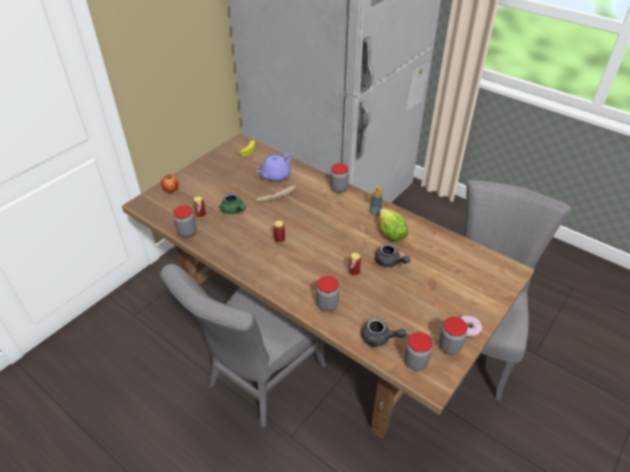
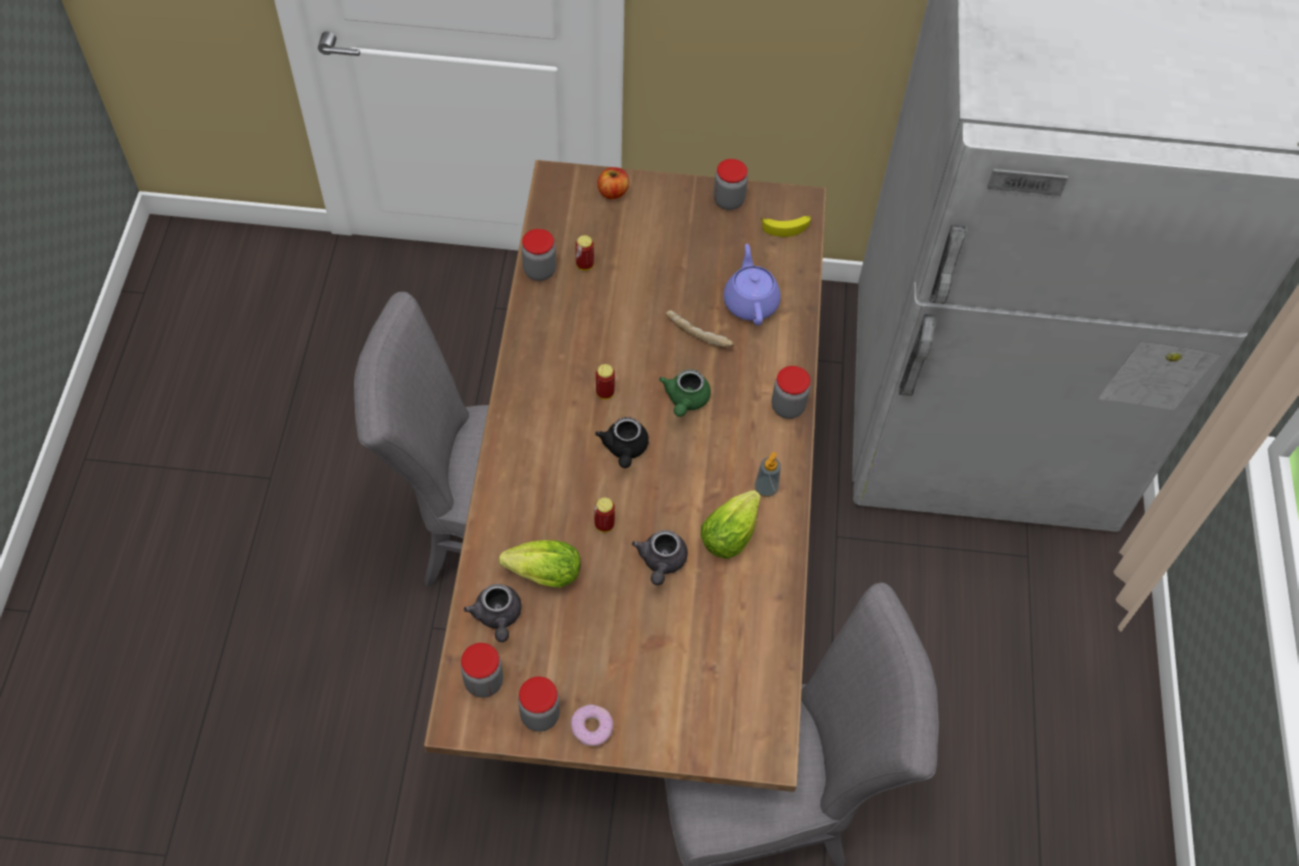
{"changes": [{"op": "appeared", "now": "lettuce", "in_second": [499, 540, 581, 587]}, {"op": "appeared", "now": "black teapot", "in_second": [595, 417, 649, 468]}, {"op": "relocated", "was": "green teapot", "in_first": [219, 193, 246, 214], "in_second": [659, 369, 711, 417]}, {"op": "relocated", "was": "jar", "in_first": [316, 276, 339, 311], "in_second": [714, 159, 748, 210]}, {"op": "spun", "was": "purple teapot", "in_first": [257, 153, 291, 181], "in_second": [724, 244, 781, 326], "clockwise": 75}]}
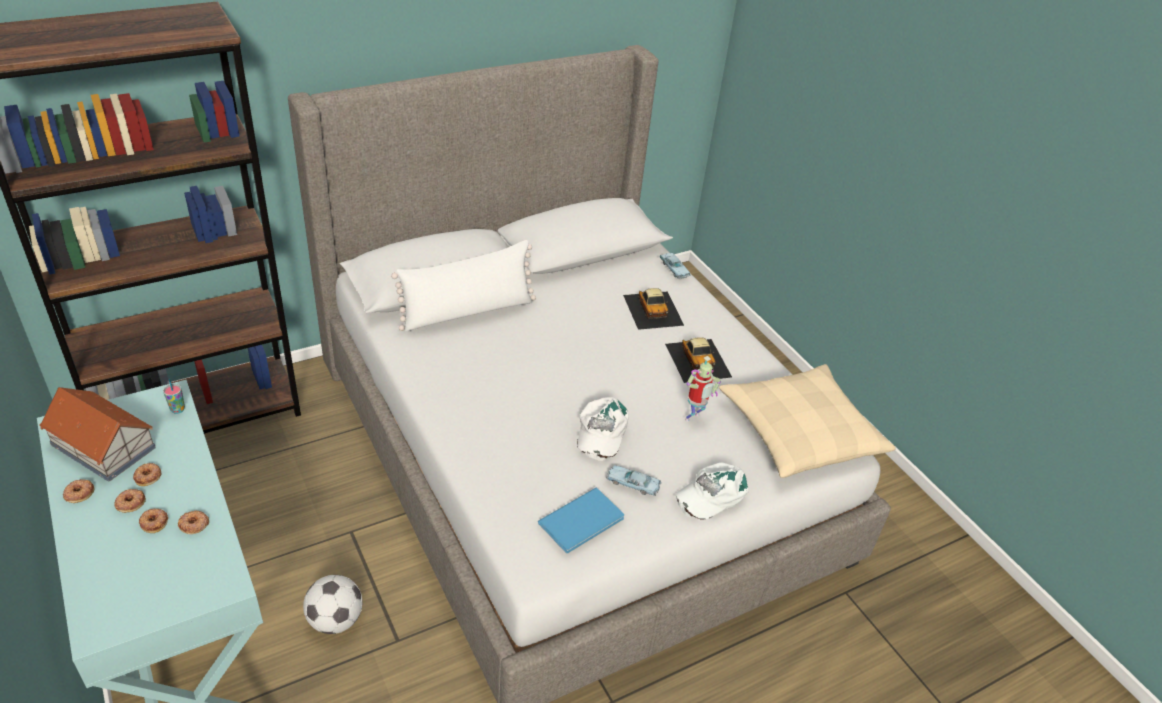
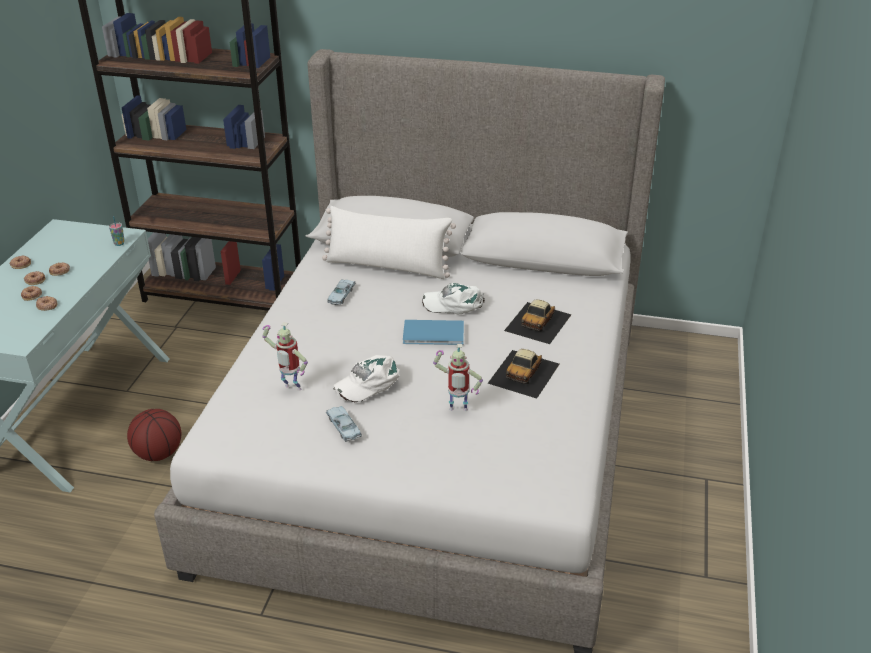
{"changes": [{"op": "exchanged", "was": "football", "now": "basketball", "in_first": [303, 575, 362, 634], "in_second": [127, 409, 181, 461]}, {"op": "appeared", "now": "toy robot", "in_second": [263, 322, 308, 391]}, {"op": "relocated", "was": "blue toy car", "in_first": [660, 253, 690, 278], "in_second": [327, 279, 355, 305]}, {"op": "relocated", "was": "blue book", "in_first": [538, 488, 624, 553], "in_second": [403, 320, 464, 345]}, {"op": "relocated", "was": "white cap", "in_first": [676, 462, 749, 520], "in_second": [422, 283, 485, 314]}, {"op": "missing", "was": "toy house", "in_first": [39, 387, 156, 482]}, {"op": "missing", "was": "beige pillow", "in_first": [719, 364, 896, 478]}]}
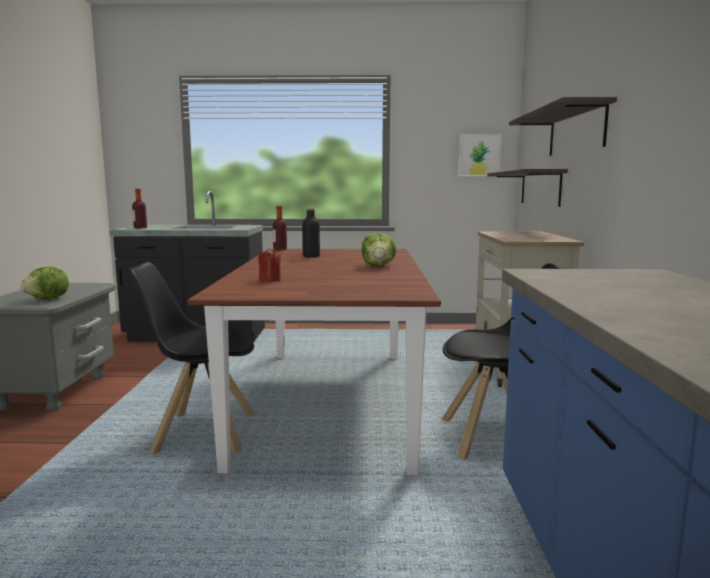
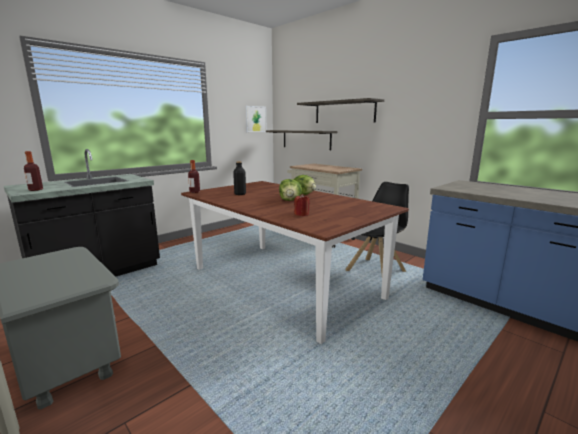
{"changes": [{"op": "relocated", "was": "lettuce", "in_first": [20, 267, 69, 299], "in_second": [279, 179, 302, 201]}, {"op": "missing", "was": "black chair", "in_first": [128, 262, 255, 454]}]}
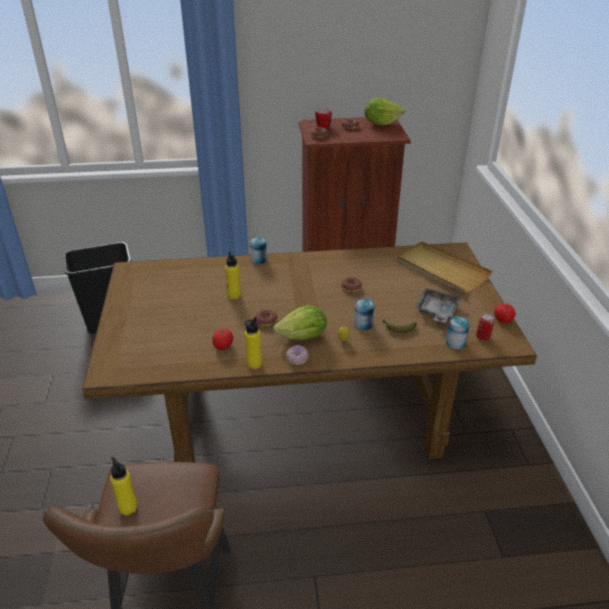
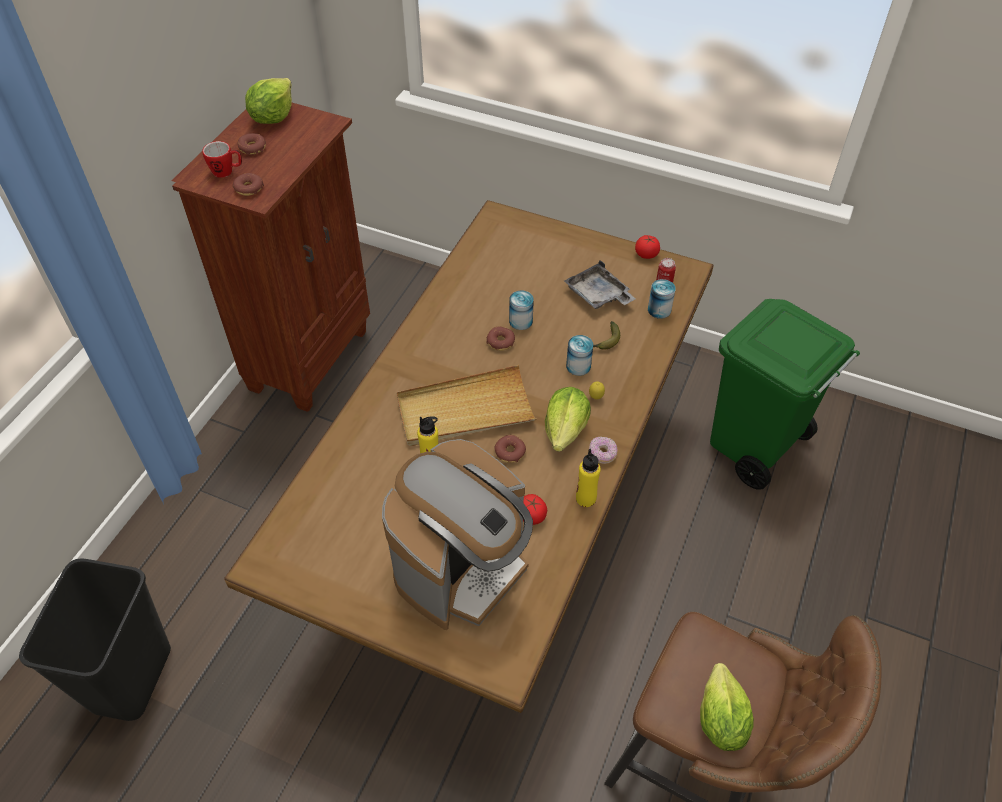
{"changes": [{"op": "appeared", "now": "coffee machine", "in_second": [382, 439, 533, 630]}, {"op": "relocated", "was": "beige tray", "in_first": [396, 242, 492, 293], "in_second": [397, 365, 537, 446]}, {"op": "relocated", "was": "can", "in_first": [250, 237, 267, 264], "in_second": [509, 291, 534, 330]}, {"op": "exchanged", "was": "yellow bottle", "now": "lettuce", "in_first": [110, 457, 138, 515], "in_second": [700, 663, 754, 751]}, {"op": "appeared", "now": "green trash can", "in_second": [710, 299, 860, 490]}]}
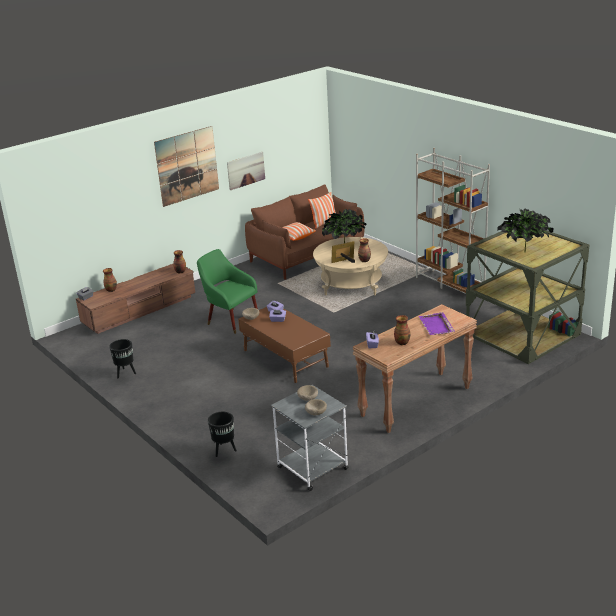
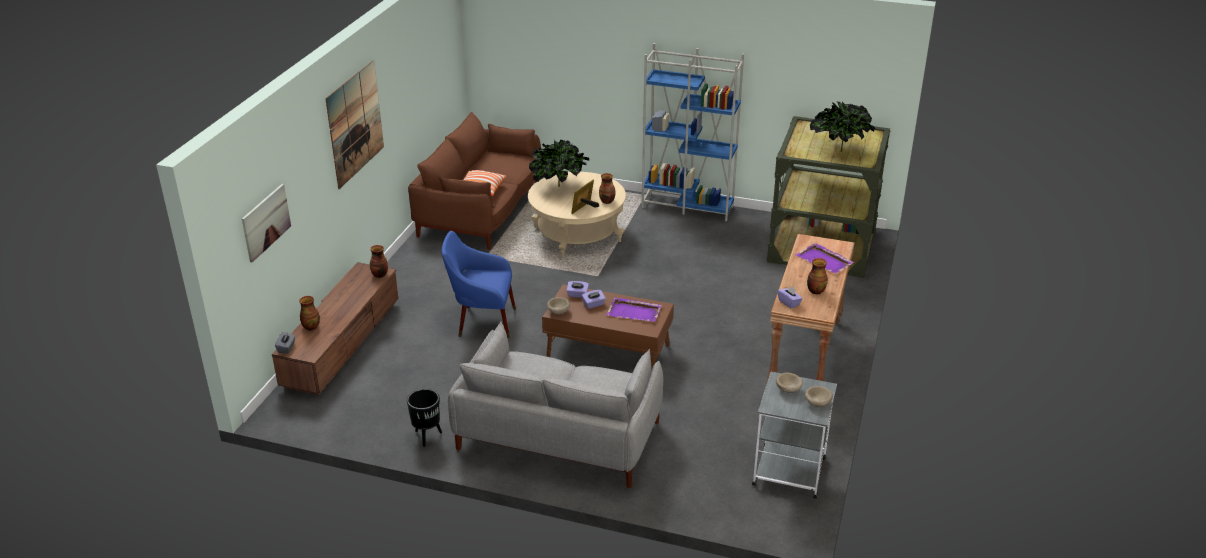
{"changes": [{"op": "relocated", "was": "picture", "in_first": [227, 152, 265, 190], "in_second": [242, 184, 291, 262]}, {"op": "colour", "was": "green armchair", "now": "blue armchair", "in_first": [197, 249, 258, 334], "in_second": [441, 231, 516, 338]}, {"op": "appeared", "now": "grey sofa", "in_second": [448, 322, 663, 488]}, {"op": "appeared", "now": "purple tray", "in_second": [606, 298, 662, 322]}, {"op": "colour", "was": "brown bookcase", "now": "blue bookcase", "in_first": [416, 148, 490, 294], "in_second": [641, 43, 744, 221]}, {"op": "missing", "was": "black planter", "in_first": [208, 412, 237, 457]}, {"op": "missing", "was": "pillow", "in_first": [308, 192, 336, 229]}]}
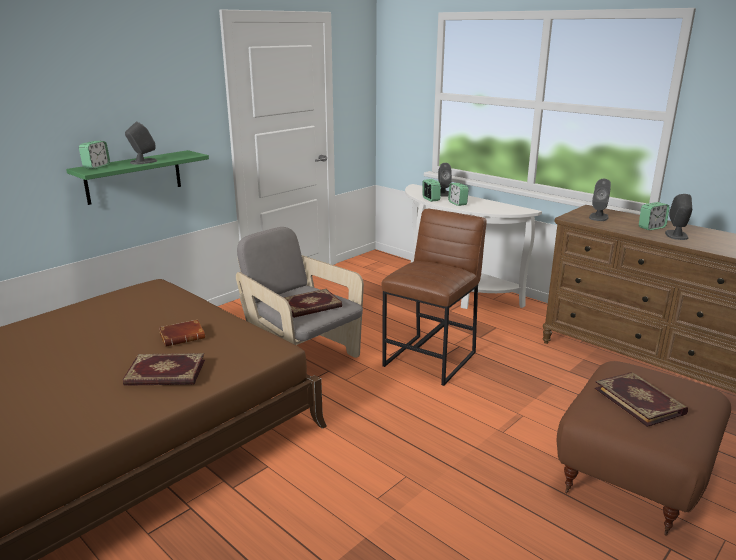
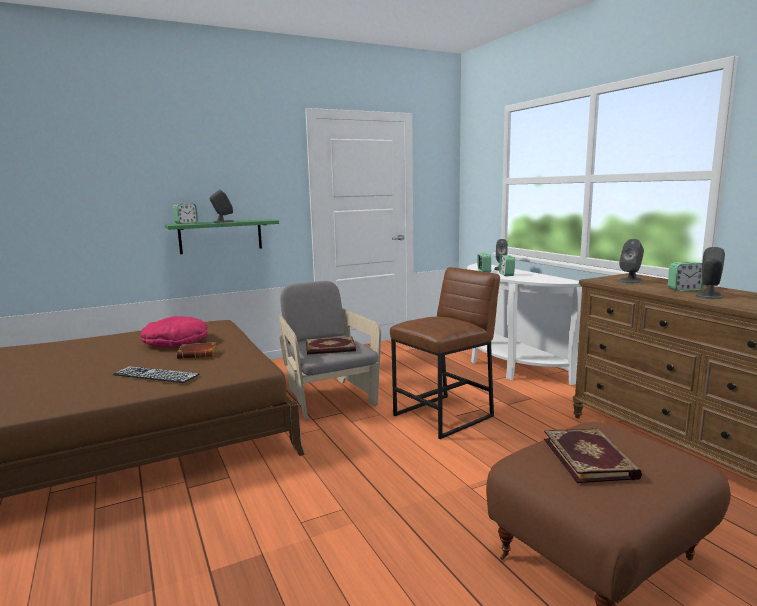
{"changes": [{"op": "exchanged", "was": "book", "now": "keyboard", "in_first": [123, 353, 205, 386], "in_second": [113, 366, 200, 383]}, {"op": "appeared", "now": "pink pillow", "in_second": [141, 316, 208, 348]}]}
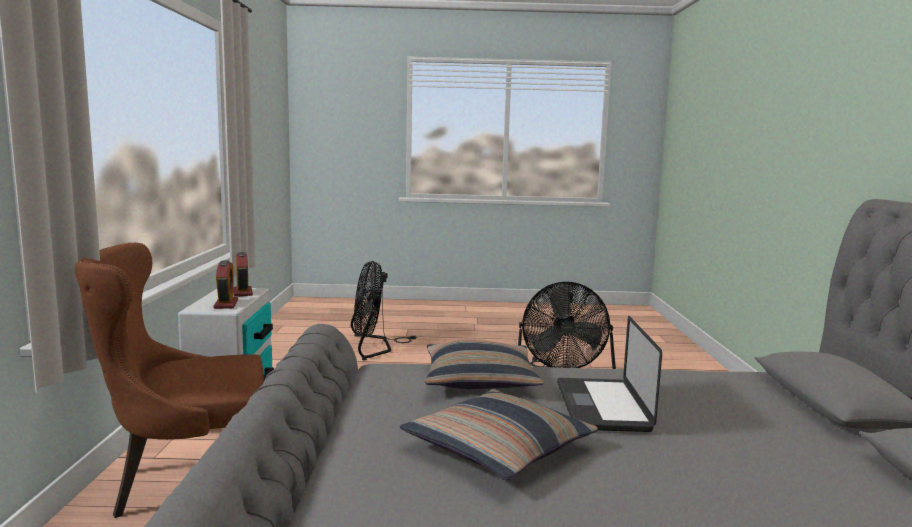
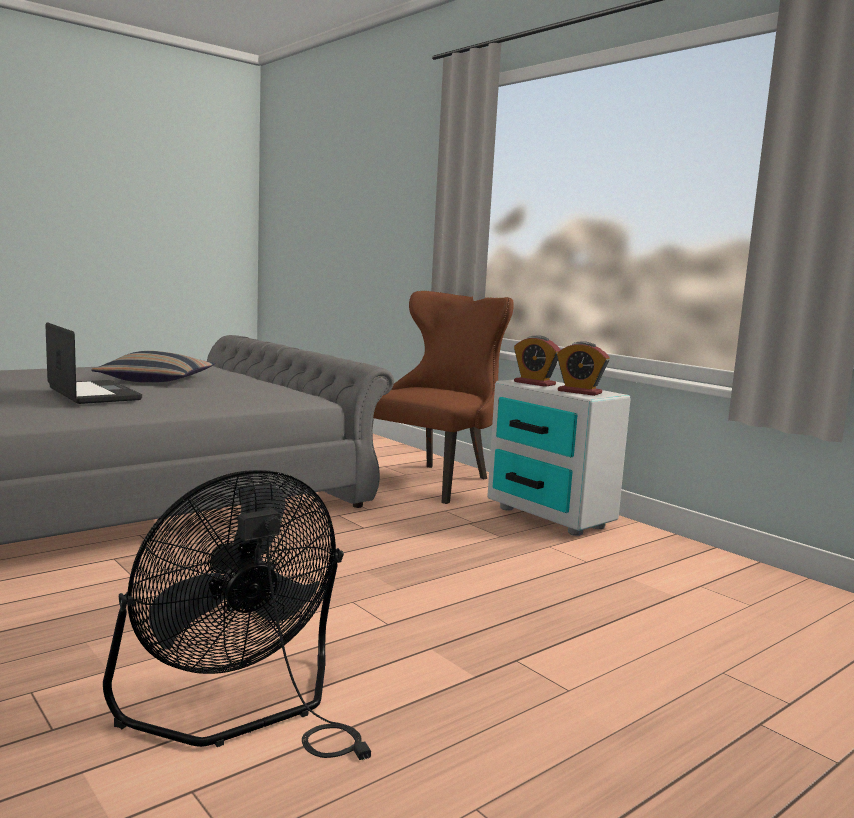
{"changes": [{"op": "missing", "was": "black fan", "in_first": [351, 261, 417, 361]}, {"op": "missing", "was": "pillow", "in_first": [425, 340, 544, 389]}]}
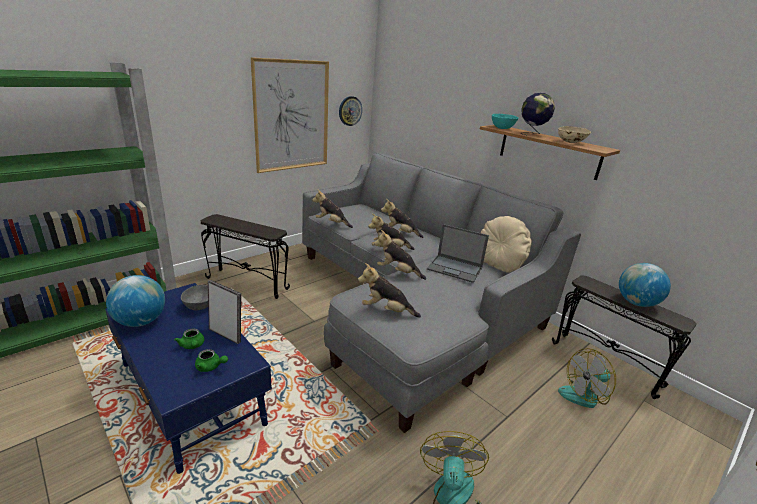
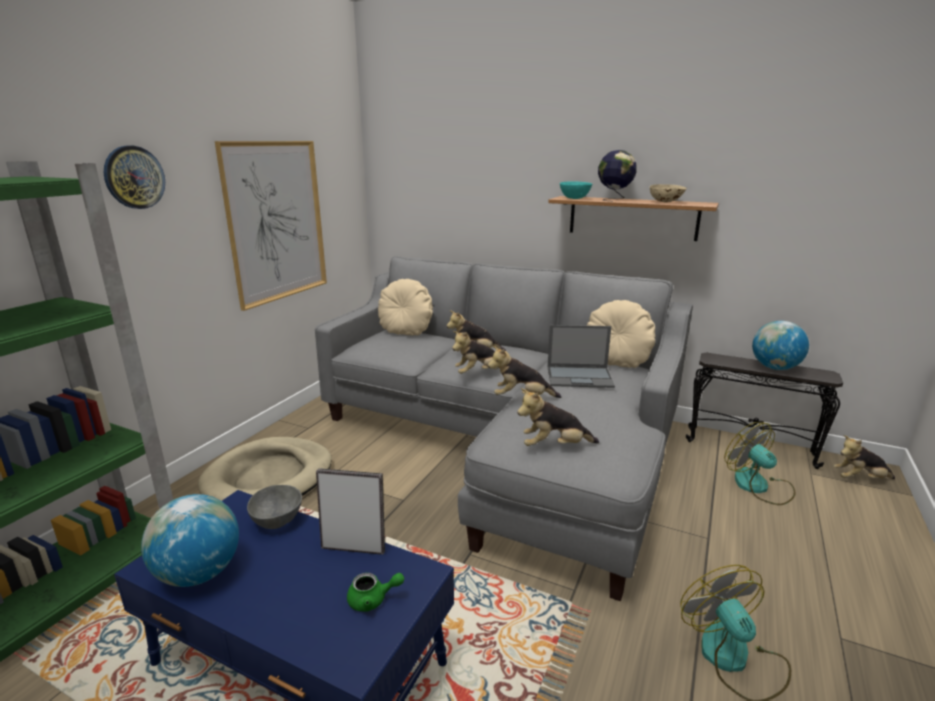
{"changes": [{"op": "relocated", "was": "wall clock", "in_first": [339, 96, 362, 126], "in_second": [104, 146, 165, 209]}, {"op": "exchanged", "was": "black side table", "now": "beige dog bed", "in_first": [201, 214, 290, 299], "in_second": [198, 437, 332, 501]}, {"op": "appeared", "now": "beige pillow", "in_second": [378, 279, 433, 335]}, {"op": "spun", "was": "fan", "in_first": [558, 348, 616, 408], "in_second": [724, 422, 795, 505], "clockwise": 105}, {"op": "relocated", "was": "plush toy", "in_first": [312, 190, 353, 228], "in_second": [834, 435, 895, 479]}, {"op": "missing", "was": "green teapot", "in_first": [174, 328, 204, 349]}]}
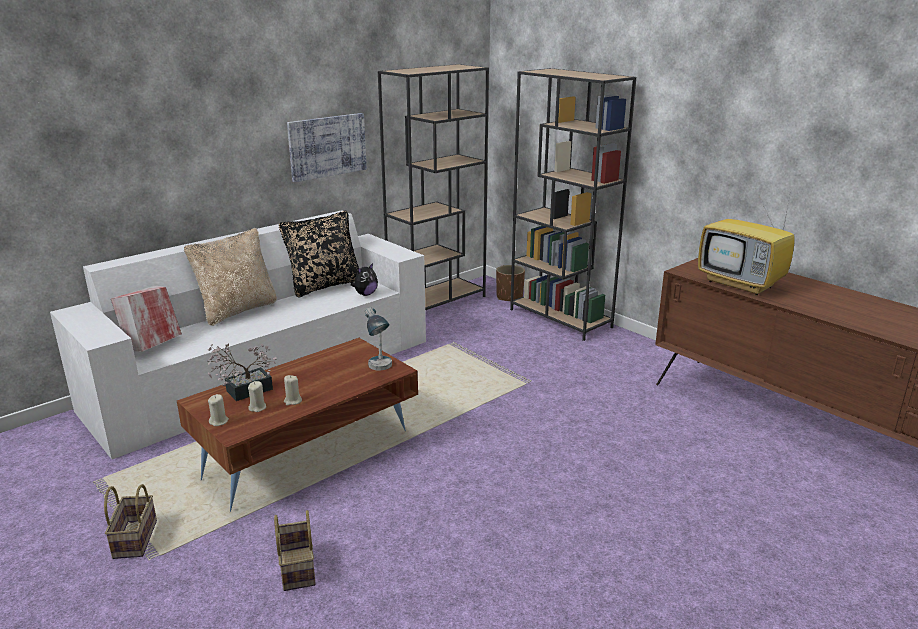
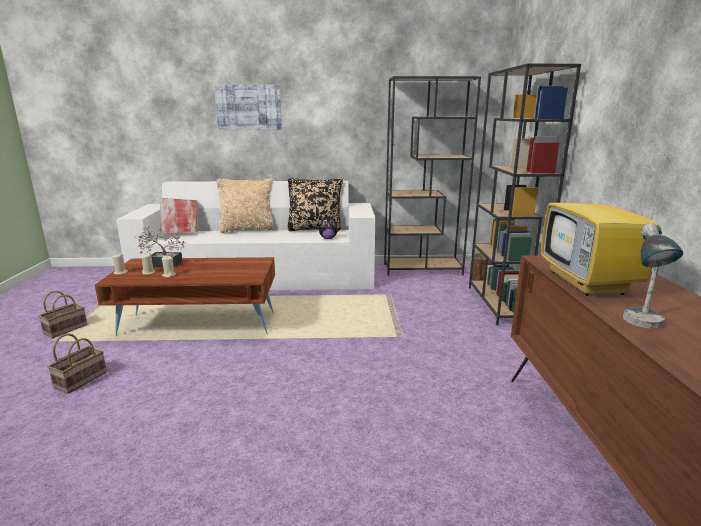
{"changes": [{"op": "relocated", "was": "picture", "in_first": [287, 113, 367, 182], "in_second": [214, 84, 282, 130]}, {"op": "relocated", "was": "table lamp", "in_first": [365, 307, 392, 371], "in_second": [623, 223, 683, 329]}]}
